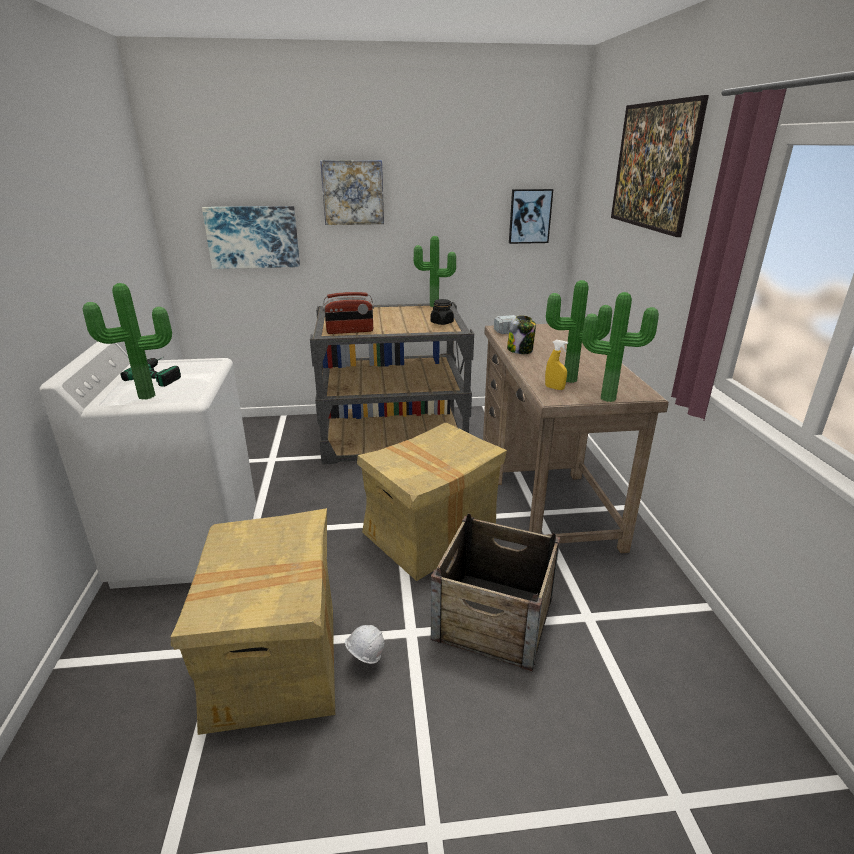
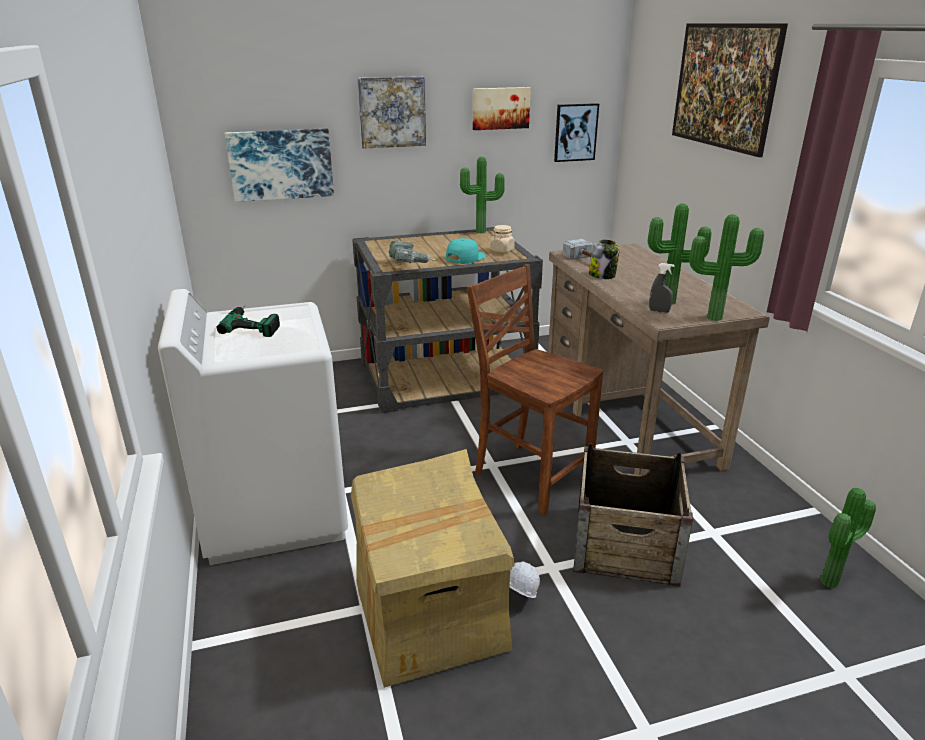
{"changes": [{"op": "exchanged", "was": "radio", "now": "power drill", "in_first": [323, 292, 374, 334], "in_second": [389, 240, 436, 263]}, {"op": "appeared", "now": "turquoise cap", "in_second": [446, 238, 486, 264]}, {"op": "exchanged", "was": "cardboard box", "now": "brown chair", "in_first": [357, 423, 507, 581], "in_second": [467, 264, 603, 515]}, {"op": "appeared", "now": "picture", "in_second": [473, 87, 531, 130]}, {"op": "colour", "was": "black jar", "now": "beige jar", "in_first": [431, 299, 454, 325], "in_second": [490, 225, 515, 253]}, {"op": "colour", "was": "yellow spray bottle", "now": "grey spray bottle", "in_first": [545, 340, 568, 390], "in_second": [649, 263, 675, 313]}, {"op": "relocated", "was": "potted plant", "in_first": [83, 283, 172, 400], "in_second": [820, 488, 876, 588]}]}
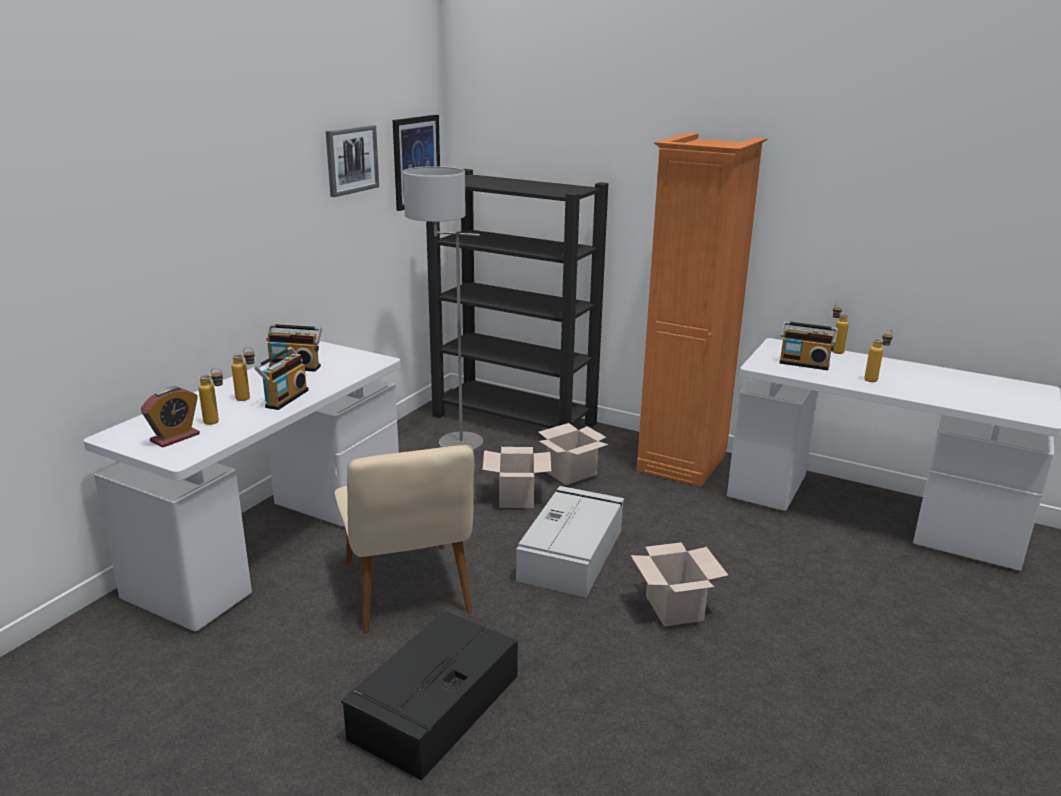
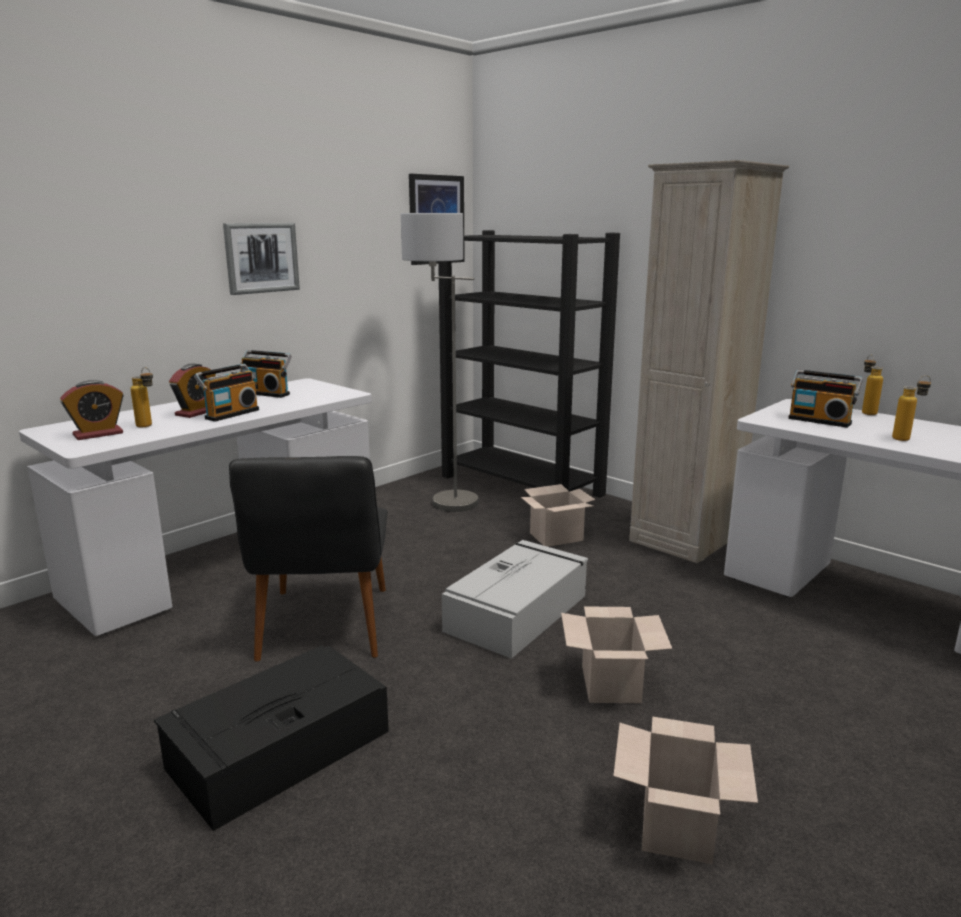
{"changes": [{"op": "exchanged", "was": "bottle", "now": "alarm clock", "in_first": [231, 347, 255, 401], "in_second": [169, 364, 216, 418]}, {"op": "relocated", "was": "picture", "in_first": [326, 125, 379, 197], "in_second": [223, 223, 300, 295]}, {"op": "colour", "was": "beige chair", "now": "black chair", "in_first": [335, 445, 475, 633], "in_second": [229, 456, 388, 661]}, {"op": "relocated", "was": "cardboard box", "in_first": [483, 447, 552, 508], "in_second": [613, 716, 758, 864]}, {"op": "colour", "was": "orange cabinet", "now": "beige cabinet", "in_first": [636, 133, 767, 487], "in_second": [629, 160, 789, 563]}]}
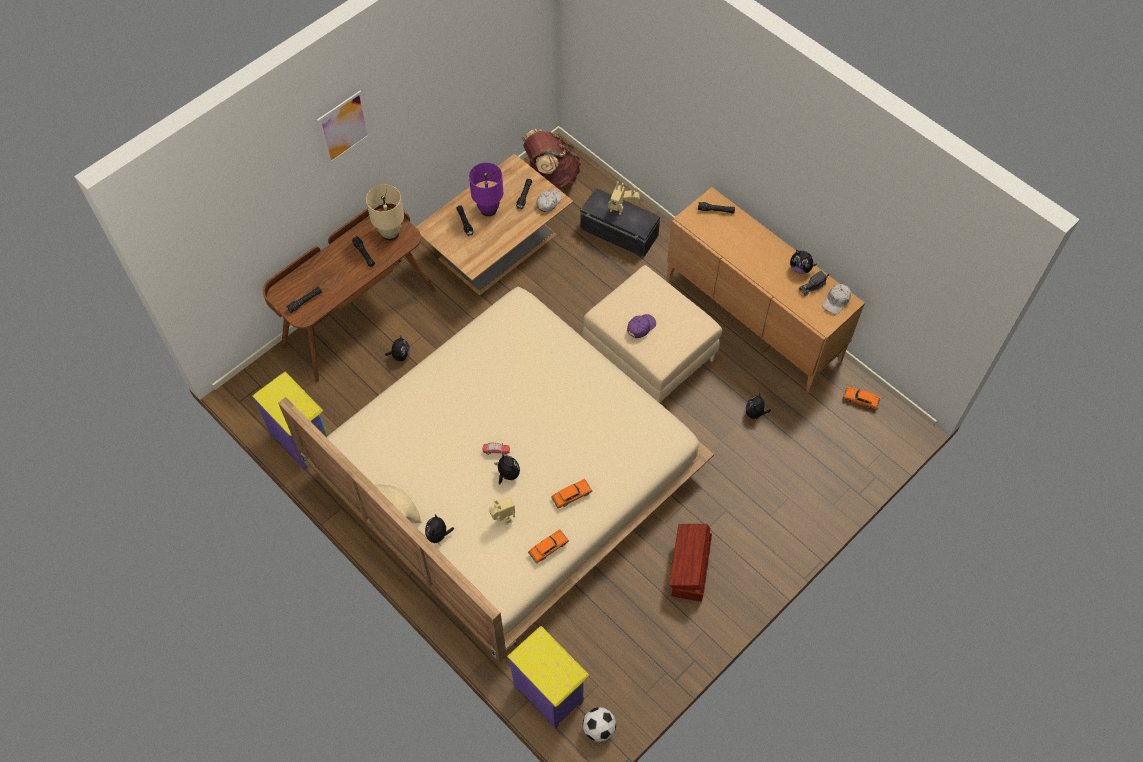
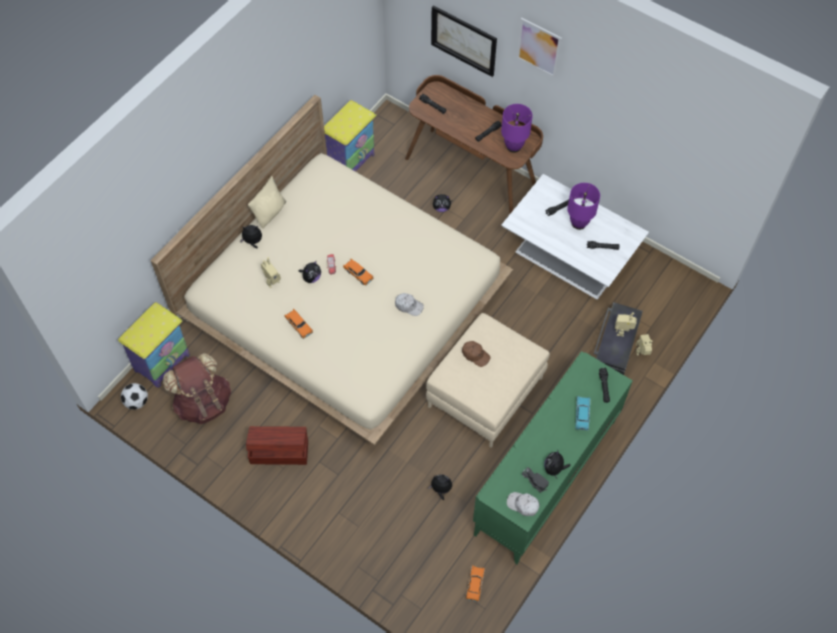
{"changes": [{"op": "relocated", "was": "brown backpack", "in_first": [521, 129, 581, 190], "in_second": [163, 353, 231, 424]}, {"op": "relocated", "was": "orange toy car", "in_first": [528, 529, 569, 564], "in_second": [343, 259, 374, 286]}, {"op": "relocated", "was": "white cap", "in_first": [537, 190, 562, 212], "in_second": [395, 293, 424, 316]}, {"op": "appeared", "now": "picture", "in_second": [431, 5, 497, 77]}, {"op": "colour", "was": "purple cap", "now": "brown cap", "in_first": [627, 314, 656, 338], "in_second": [462, 341, 490, 367]}, {"op": "colour", "was": "brown dresser", "now": "green dresser", "in_first": [667, 187, 865, 393], "in_second": [473, 351, 633, 564]}, {"op": "colour", "was": "beige table lamp", "now": "purple table lamp", "in_first": [366, 185, 404, 240], "in_second": [501, 104, 533, 153]}, {"op": "colour", "was": "brown coffee table", "now": "white coffee table", "in_first": [416, 154, 573, 295], "in_second": [501, 174, 649, 299]}, {"op": "appeared", "now": "turquoise toy car", "in_second": [575, 396, 590, 431]}]}
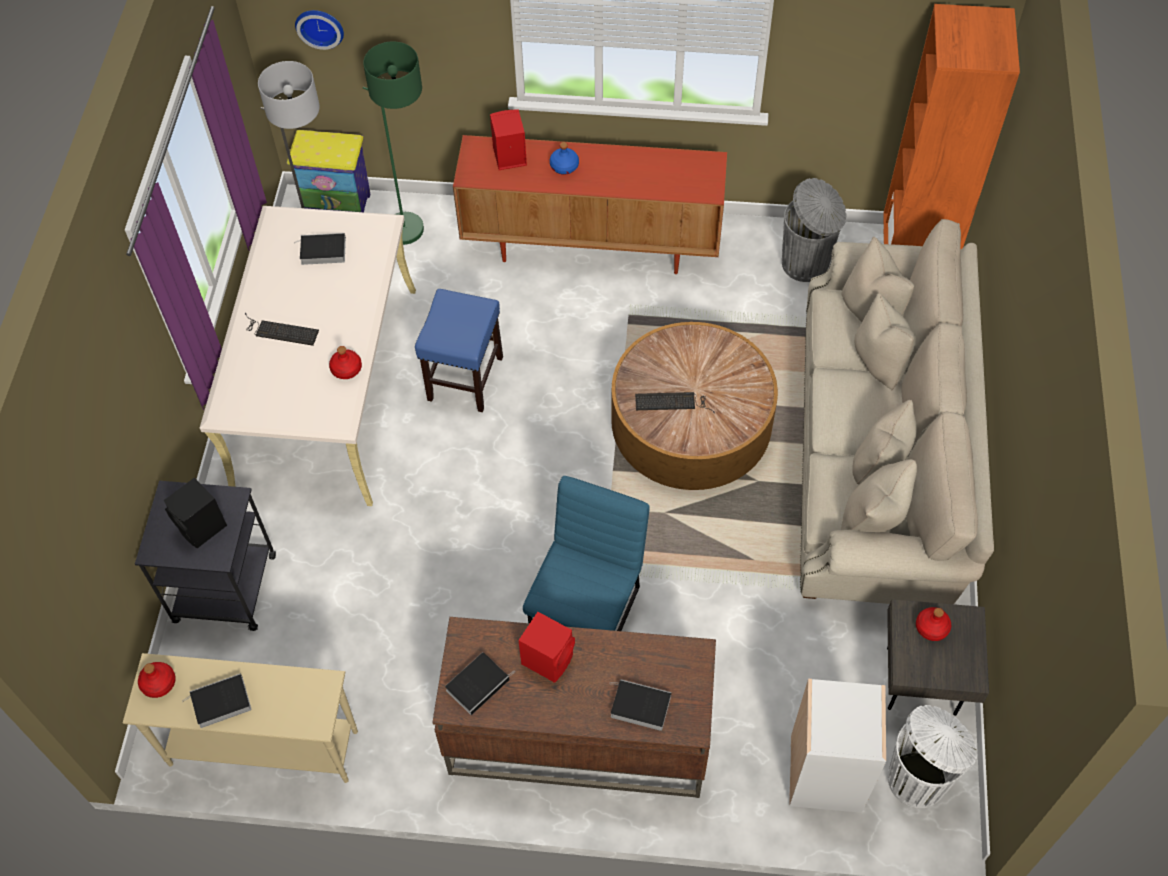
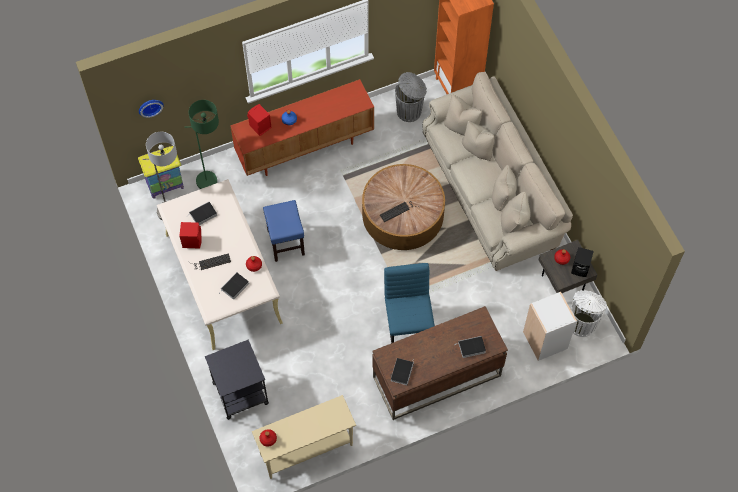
{"changes": [{"op": "relocated", "was": "red speaker", "in_first": [518, 612, 575, 683], "in_second": [179, 222, 202, 249]}, {"op": "relocated", "was": "book", "in_first": [182, 673, 251, 728], "in_second": [220, 272, 249, 300]}, {"op": "relocated", "was": "black speaker", "in_first": [164, 478, 227, 548], "in_second": [571, 247, 594, 277]}]}
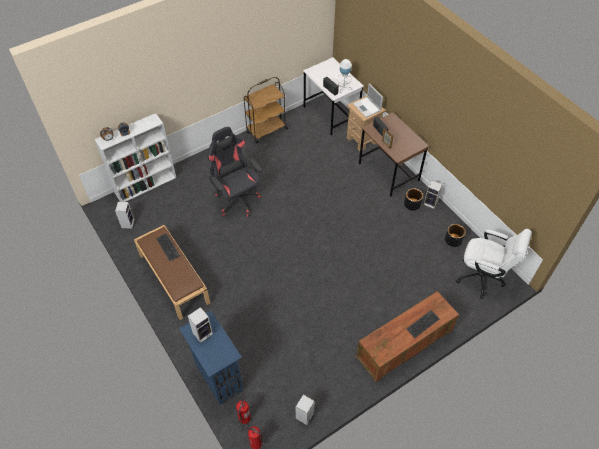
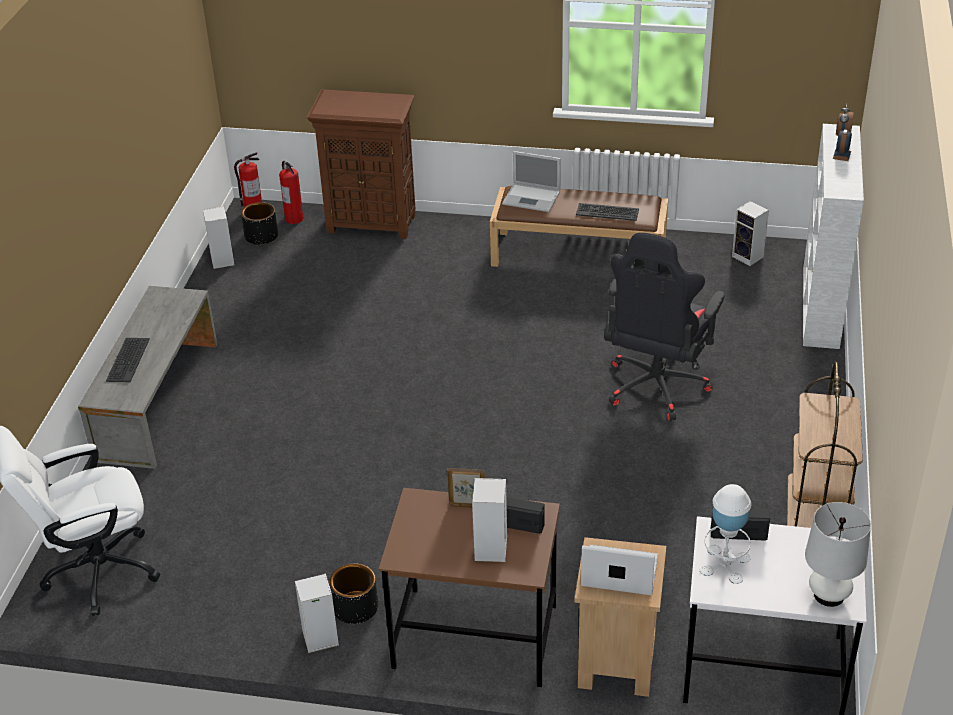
{"changes": [{"op": "colour", "was": "brown bench", "now": "grey bench", "in_first": [356, 291, 459, 382], "in_second": [78, 286, 218, 469]}, {"op": "relocated", "was": "black planter", "in_first": [445, 224, 466, 247], "in_second": [241, 202, 278, 245]}, {"op": "colour", "was": "blue cabinet", "now": "brown cabinet", "in_first": [179, 311, 243, 405], "in_second": [307, 89, 415, 239]}, {"op": "relocated", "was": "speaker", "in_first": [188, 307, 213, 343], "in_second": [472, 478, 507, 562]}, {"op": "appeared", "now": "laptop", "in_second": [502, 151, 561, 212]}, {"op": "spun", "was": "black office chair", "in_first": [208, 127, 261, 217], "in_second": [604, 233, 725, 421], "clockwise": 105}, {"op": "appeared", "now": "white table lamp", "in_second": [805, 502, 871, 607]}]}
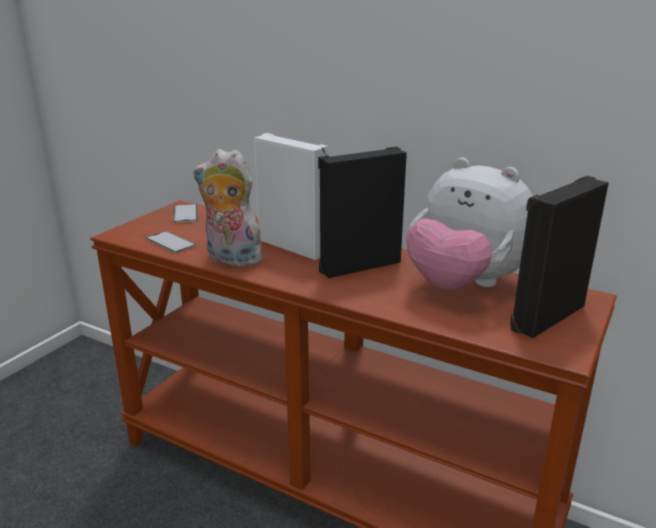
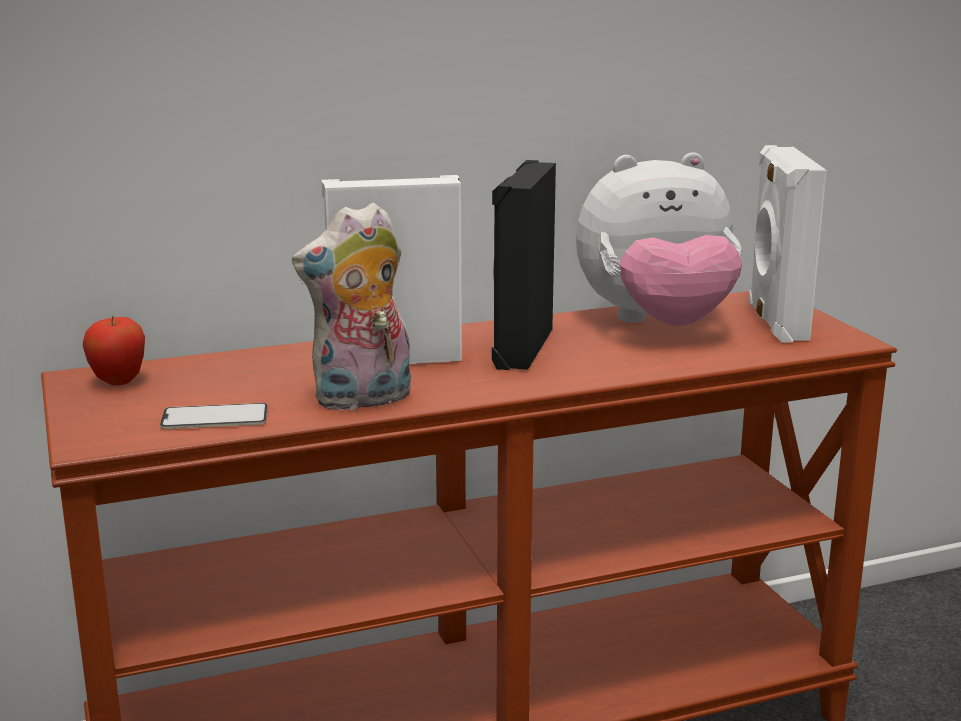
{"changes": [{"op": "exchanged", "was": "phone", "now": "apple", "in_first": [173, 204, 198, 223], "in_second": [83, 316, 145, 385]}, {"op": "colour", "was": "black speaker", "now": "white speaker", "in_first": [510, 176, 609, 338], "in_second": [749, 145, 827, 343]}]}
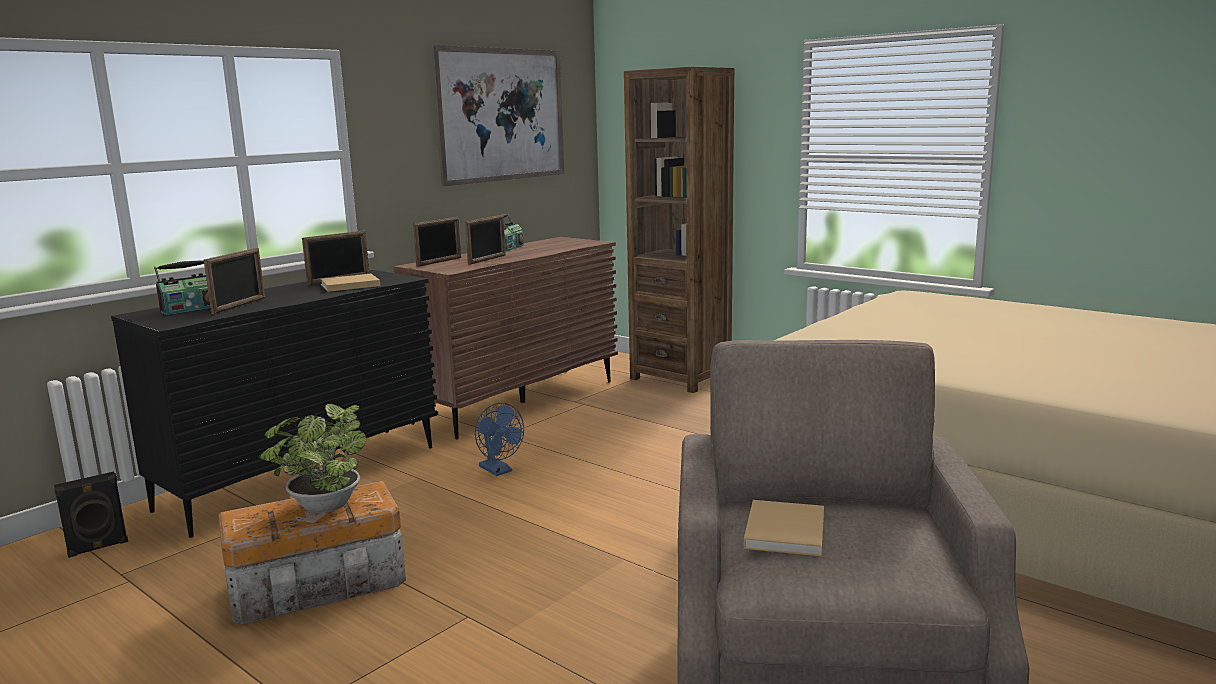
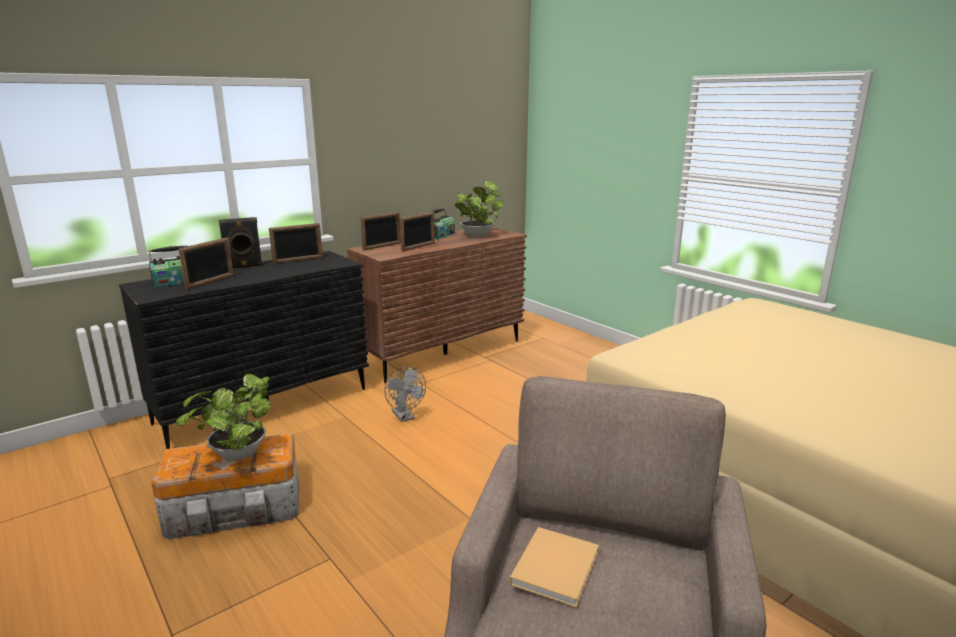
{"changes": [{"op": "relocated", "was": "black speaker", "in_first": [54, 472, 128, 558], "in_second": [219, 217, 263, 268]}, {"op": "colour", "was": "blue fan", "now": "grey fan", "in_first": [475, 403, 524, 476], "in_second": [384, 367, 426, 422]}, {"op": "appeared", "now": "potted plant", "in_second": [455, 181, 504, 238]}, {"op": "missing", "was": "beige book", "in_first": [320, 274, 380, 292]}, {"op": "missing", "was": "picture", "in_first": [431, 45, 564, 186]}, {"op": "missing", "was": "brown bookcase", "in_first": [624, 67, 734, 393]}]}
